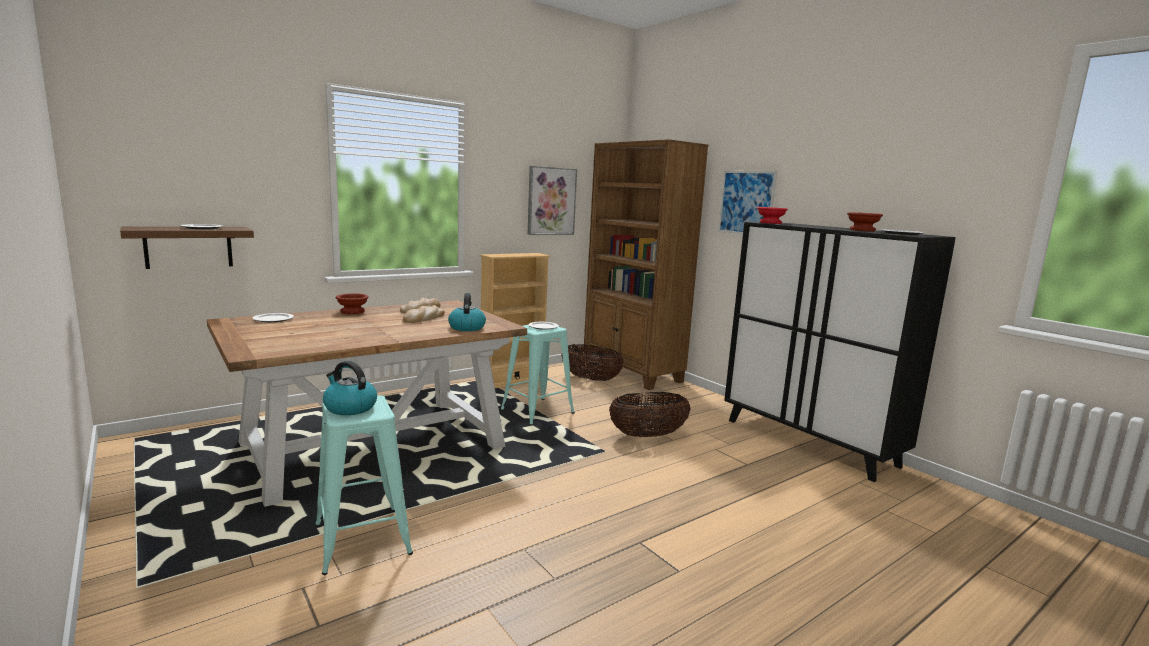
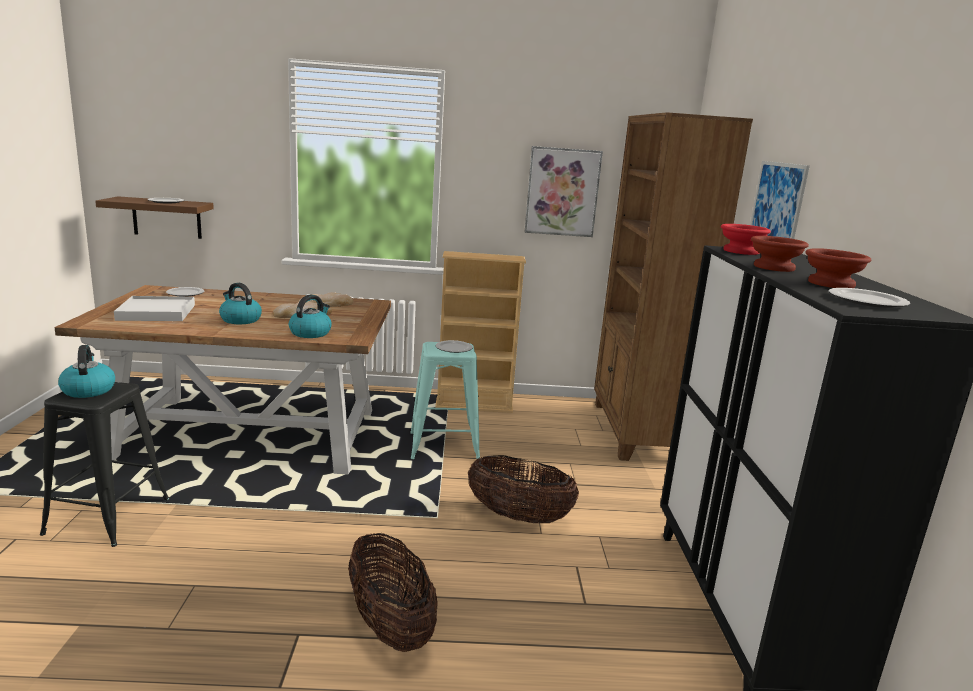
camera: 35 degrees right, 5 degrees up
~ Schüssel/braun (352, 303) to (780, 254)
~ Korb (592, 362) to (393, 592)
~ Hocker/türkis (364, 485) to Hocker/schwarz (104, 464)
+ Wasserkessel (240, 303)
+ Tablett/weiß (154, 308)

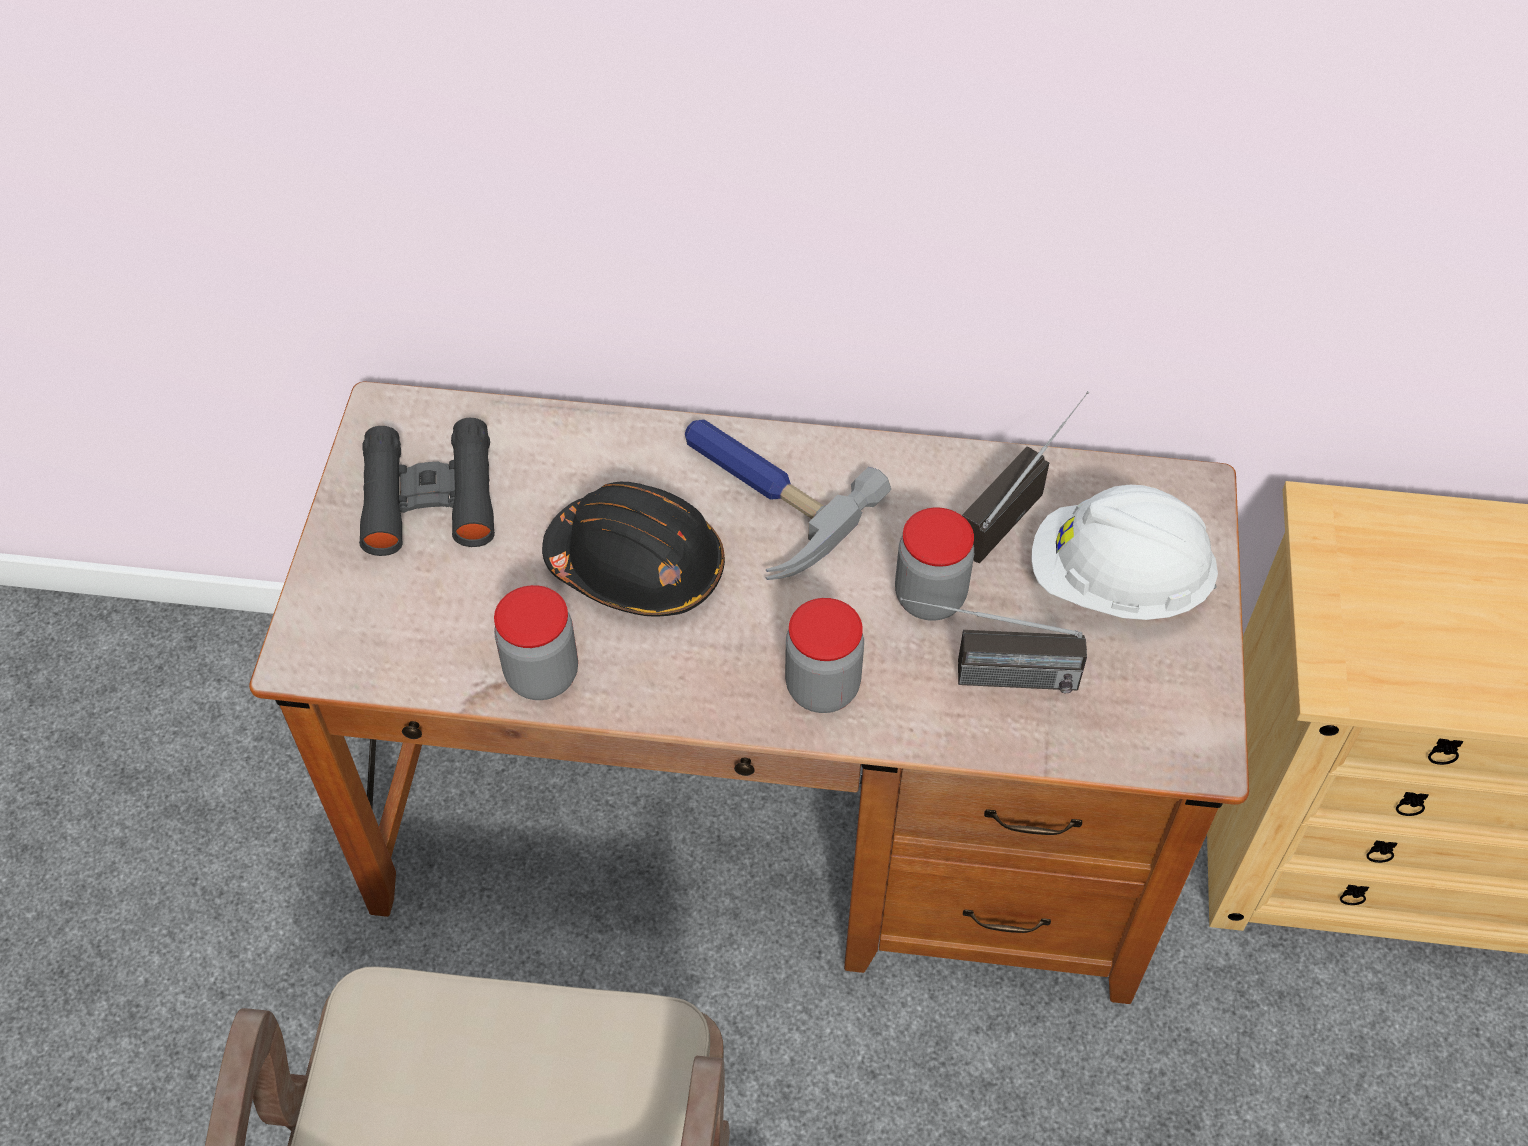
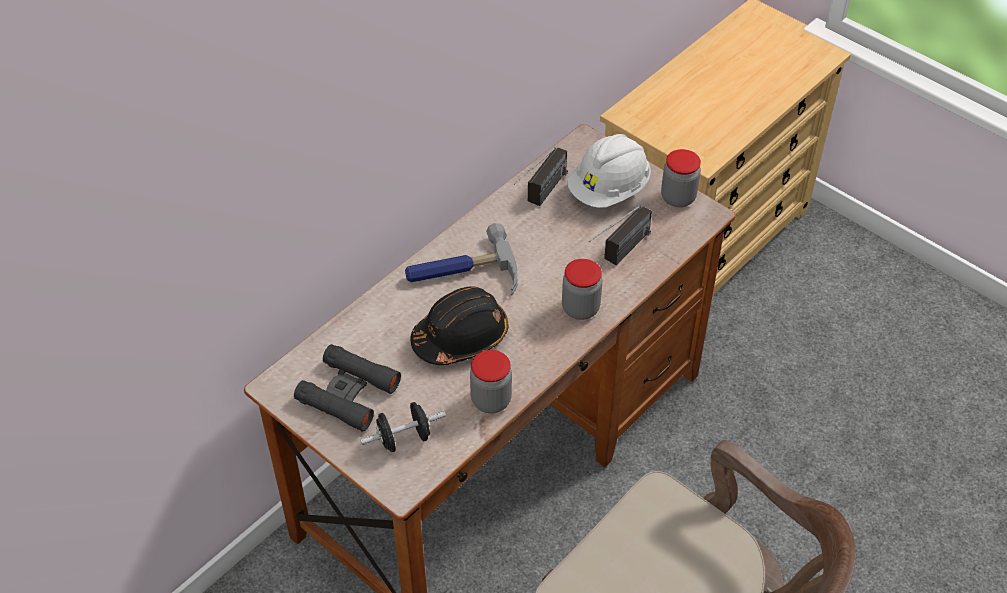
camera: 55 degrees left, 5 degrees down
~ Radio (1025, 477) = (541, 176) 135 degrees counterclockwise
~ Vorratsglas (934, 564) to (681, 178)
+ Hantel/schwarz (403, 427)

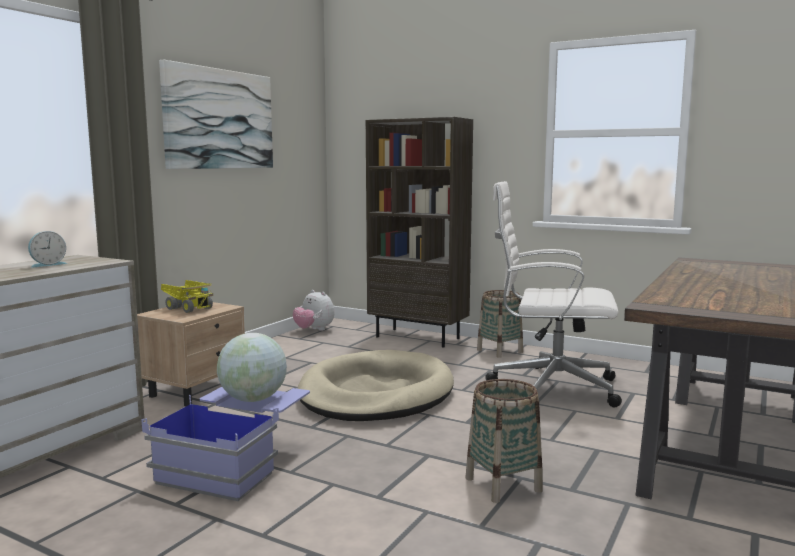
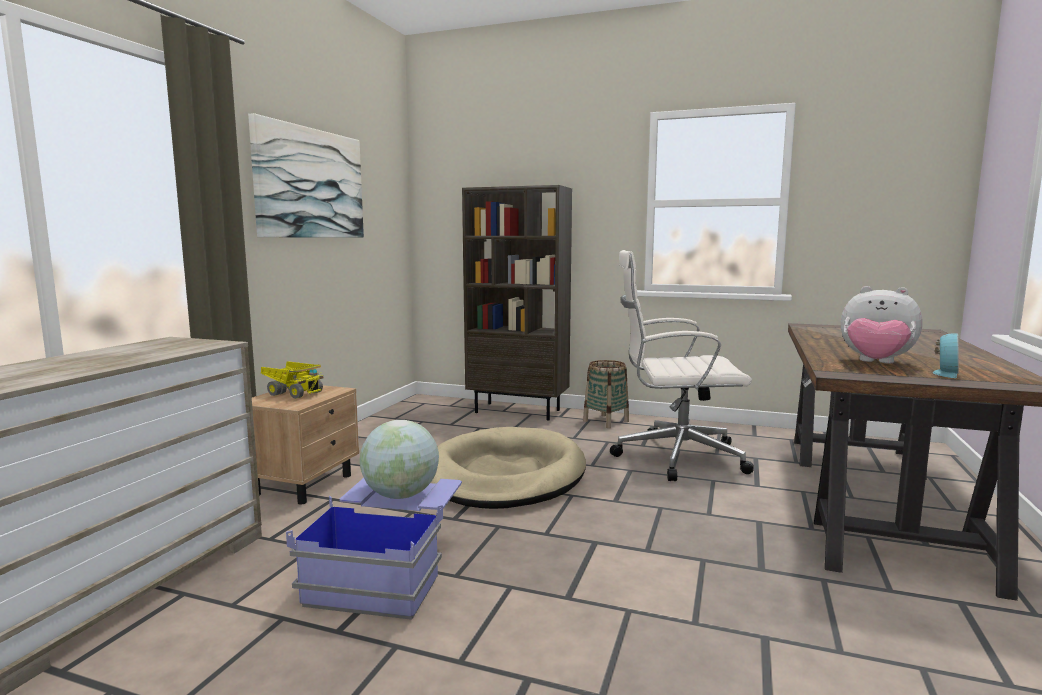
camera: 10 degrees left, 0 degrees up
~ Wecker (47, 249) to (946, 355)
~ Plüschtier (313, 310) to (882, 324)
- Korb (504, 441)

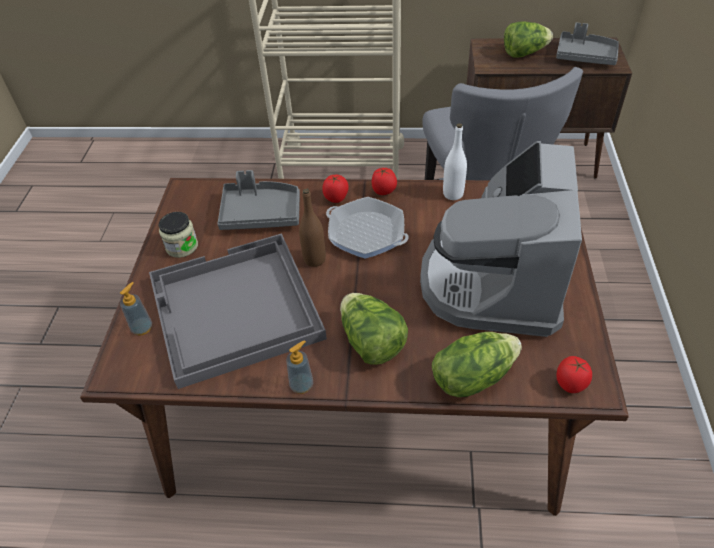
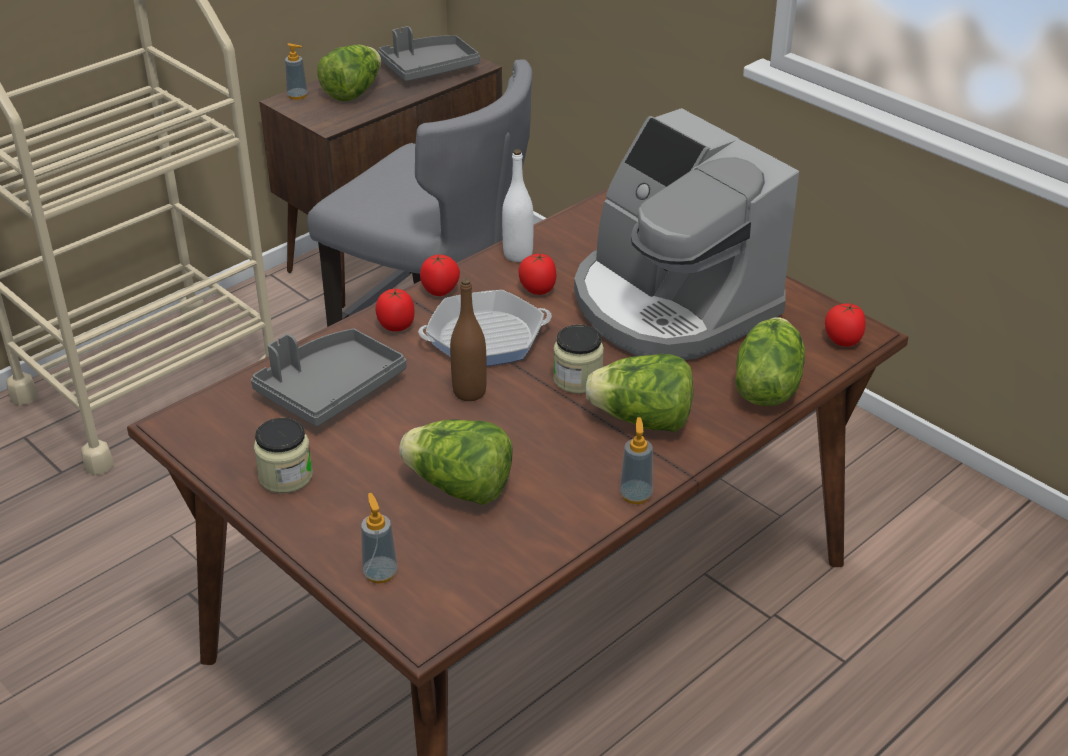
camera: 50 degrees left, 10 degrees down
~ Tablett/grau (238, 311) to Salatkopf (456, 462)
+ Seifenspender (296, 71)
+ Tomate (537, 274)
+ Vorratsglas (578, 359)

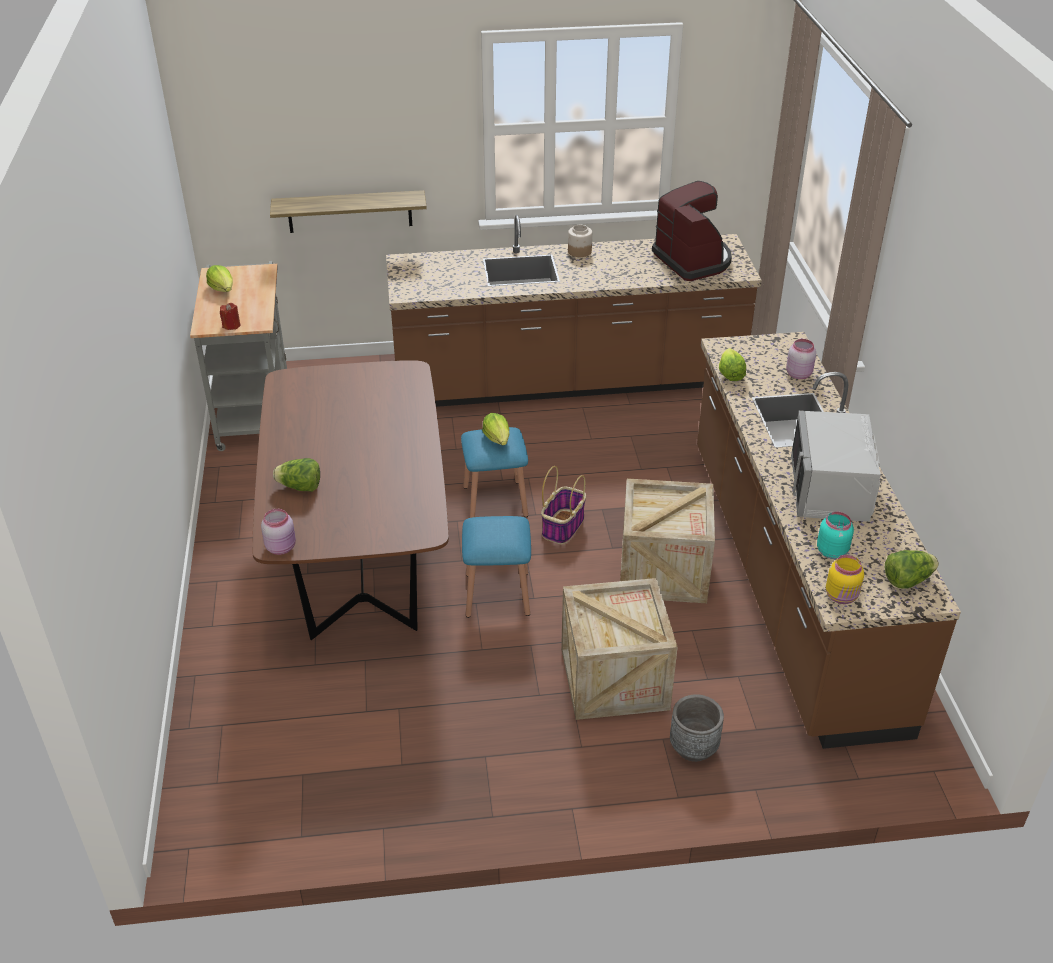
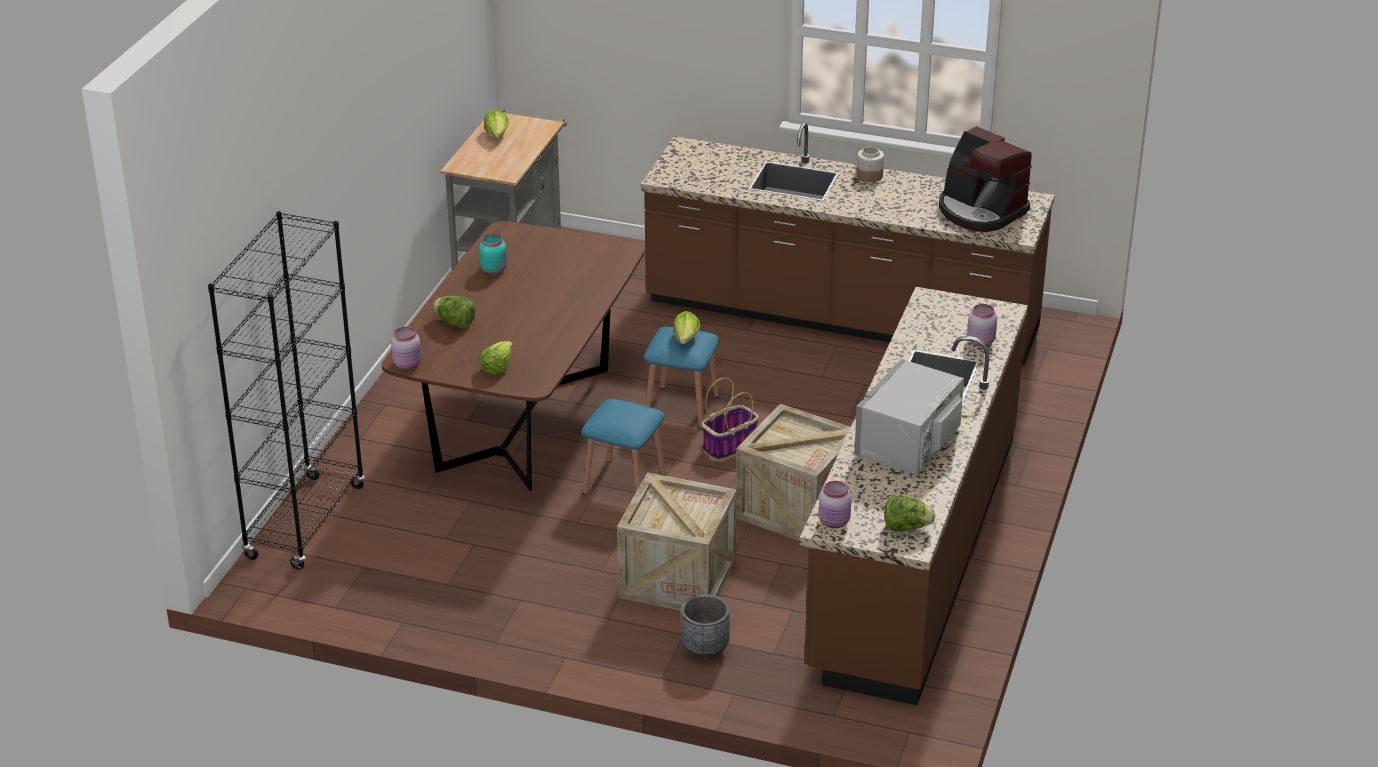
camera: 25 degrees right, 5 degrees down
~ Kaffeemaschine (692, 231) = (985, 179) 135 degrees clockwise
- Wandregal (348, 211)
- Kerze/rot (230, 316)
~ Salatkopf (732, 364) to (496, 358)
~ Vorratsglas/türkis (835, 535) to (493, 254)
~ Vorratsglas/gelb (845, 579) to Vorratsglas/rosa (835, 504)
+ Bücherregal/schwarz (286, 390)

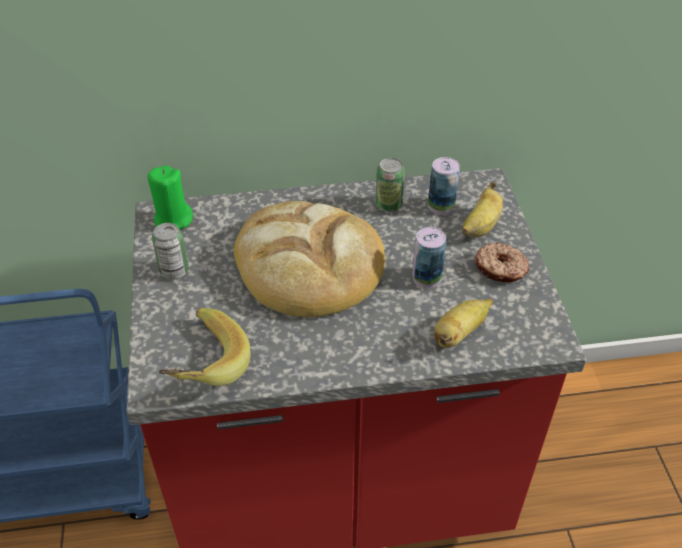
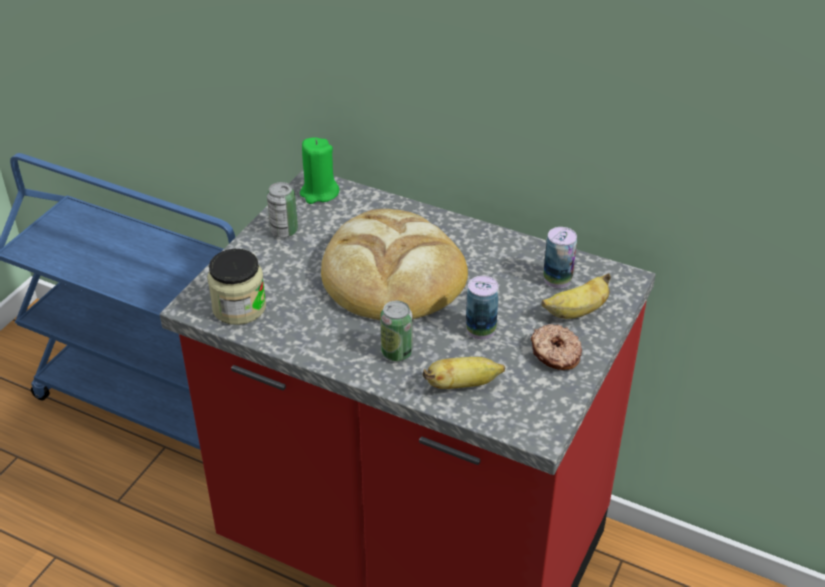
camera: 35 degrees right, 5 degrees down
~ Dose (390, 185) to (396, 330)
~ Banane (205, 347) to Vorratsglas (236, 287)

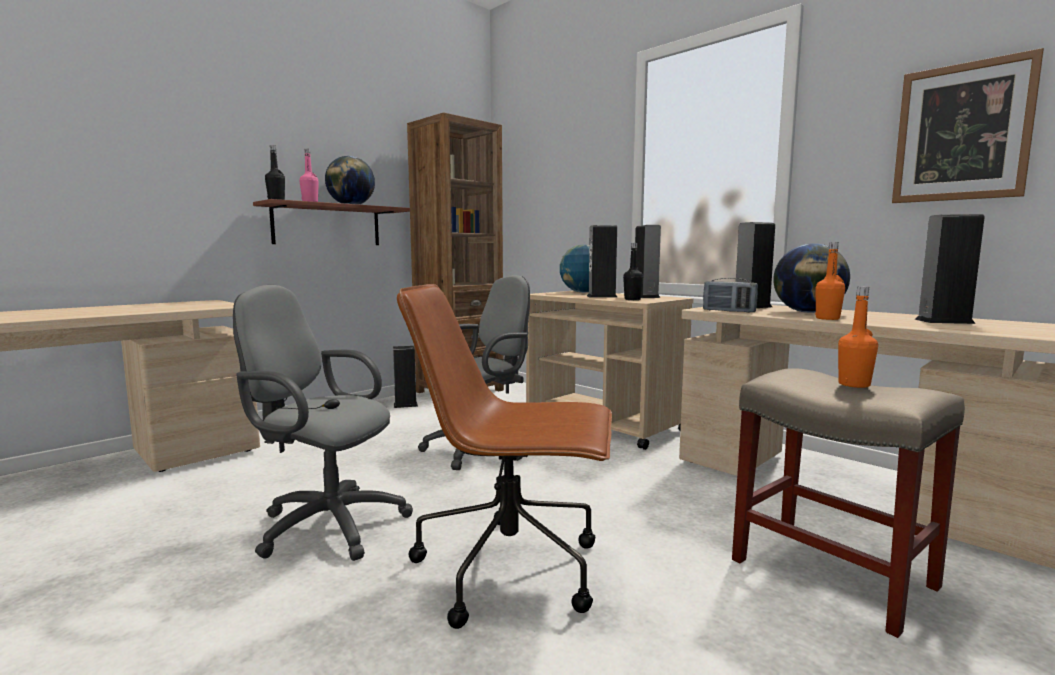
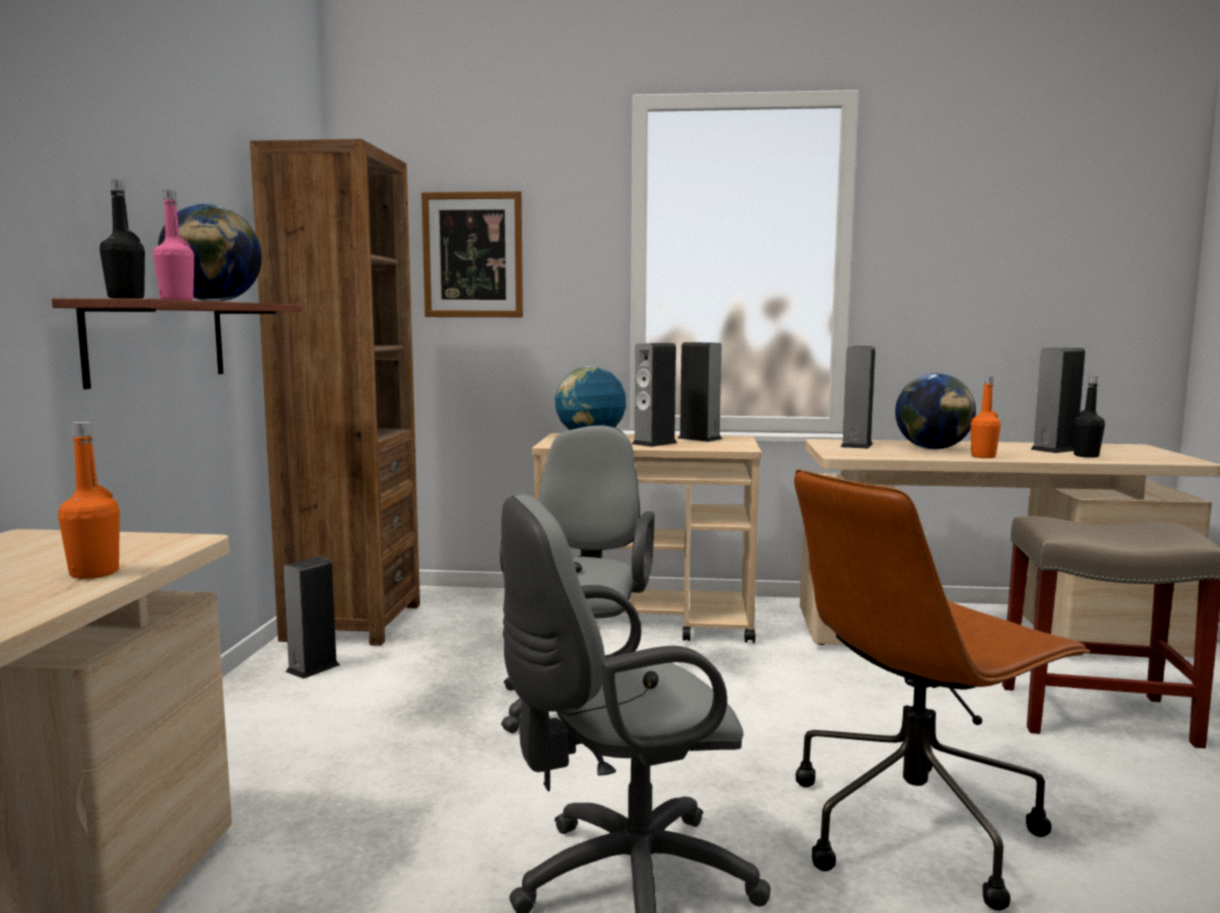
camera: 40 degrees left, 0 degrees up
~ Bild (968, 125) to (472, 254)
~ Flasche/schwarz (633, 271) to (1089, 417)
- Radio (730, 295)
~ Flasche/orange (858, 337) to (89, 500)

